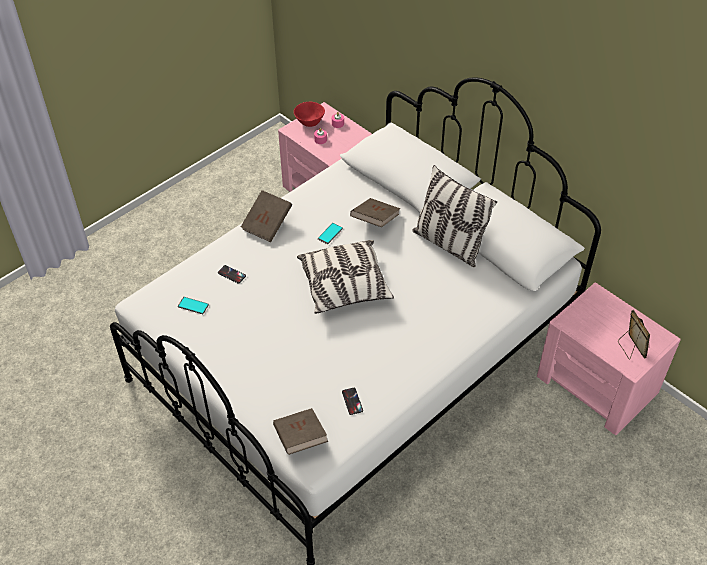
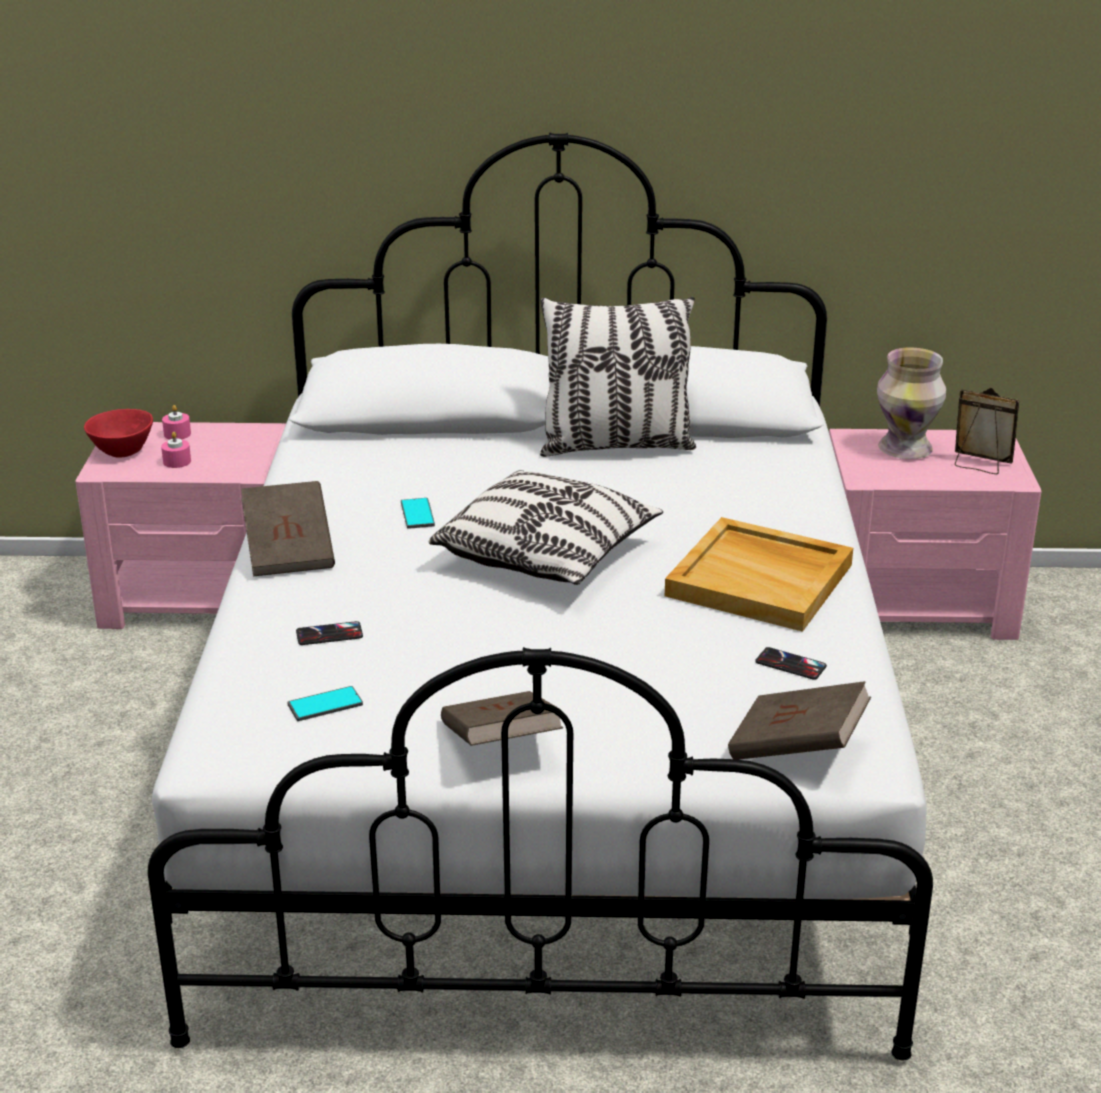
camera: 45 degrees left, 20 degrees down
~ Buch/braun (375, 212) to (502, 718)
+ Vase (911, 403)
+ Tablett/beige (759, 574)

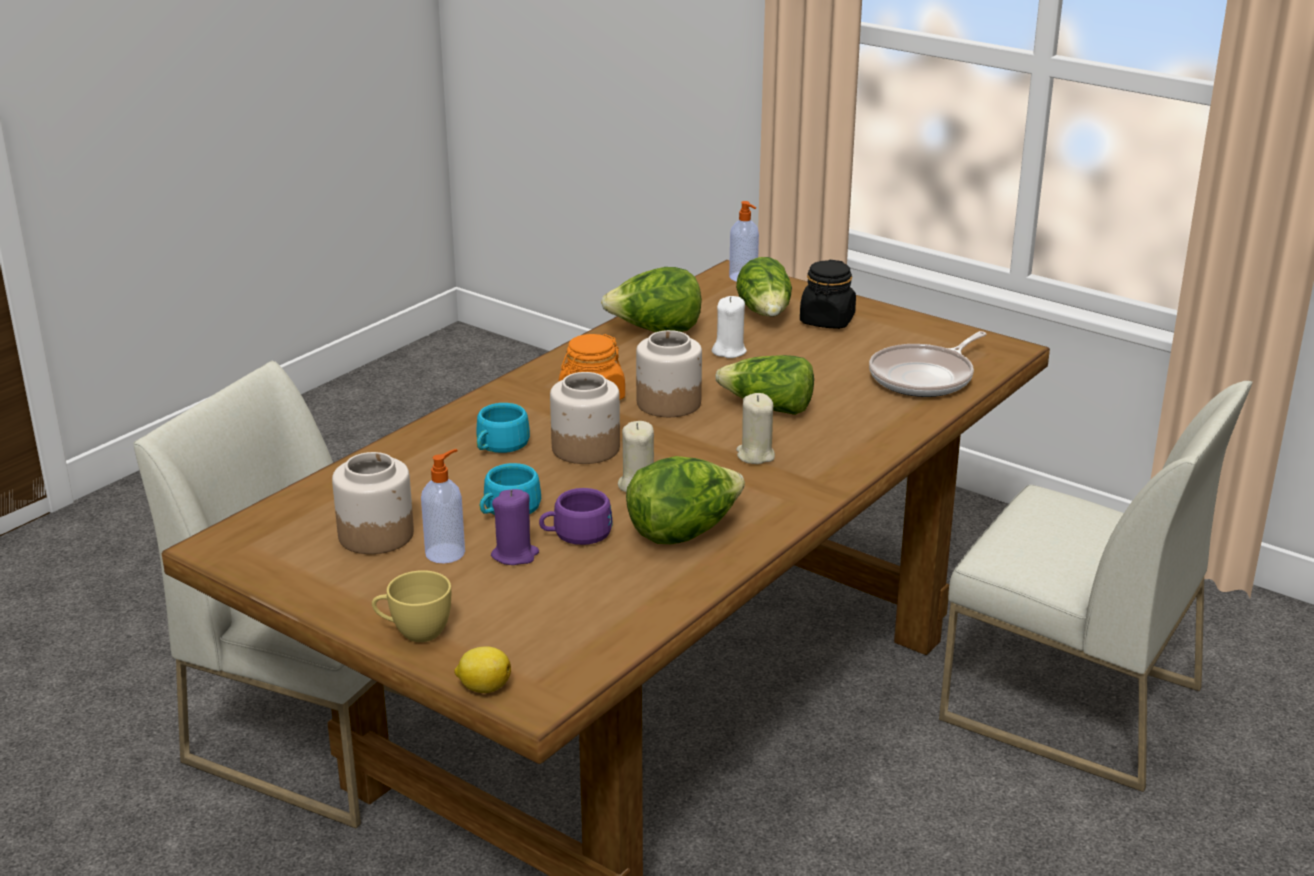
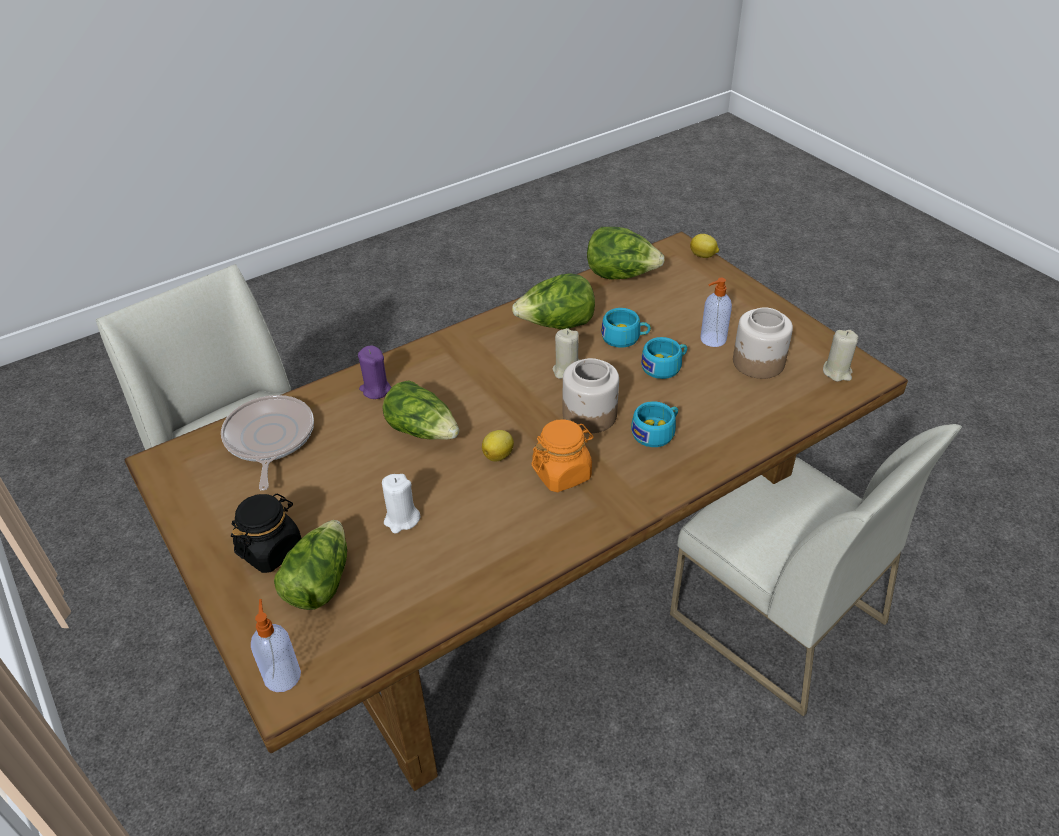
camera: 160 degrees left, 15 degrees up
~ Salatkopf (651, 299) to (626, 253)
~ Vorratsglas (669, 373) to Zitrone (498, 446)
~ Pfanne (928, 364) = (267, 443) 75 degrees counterclockwise
~ Kerze/beige (755, 428) to (841, 355)
~ Tasse/lila (576, 516) to Tasse/türkis (626, 328)
~ Kerze/lila (515, 527) to (375, 372)
- Tasse/gelb (411, 606)

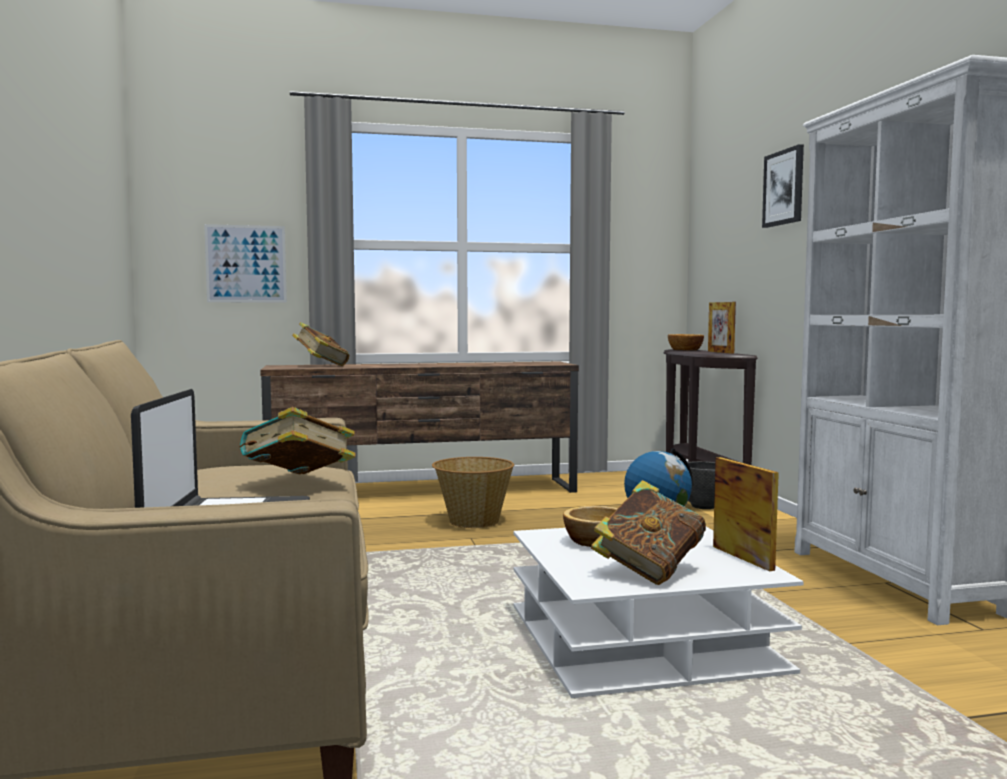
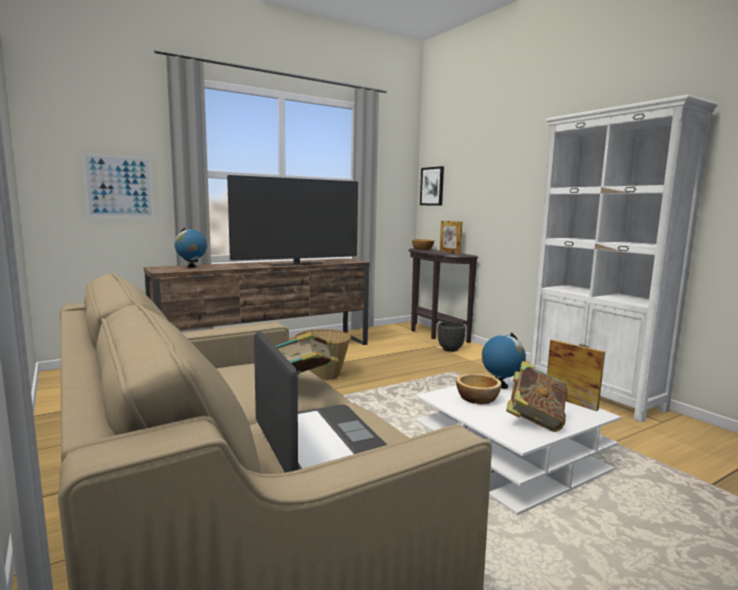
camera: 20 degrees left, 5 degrees up
~ Bild (783, 186) to (432, 186)
~ Buch (320, 344) to Globus (190, 248)
+ Fernseher (292, 220)

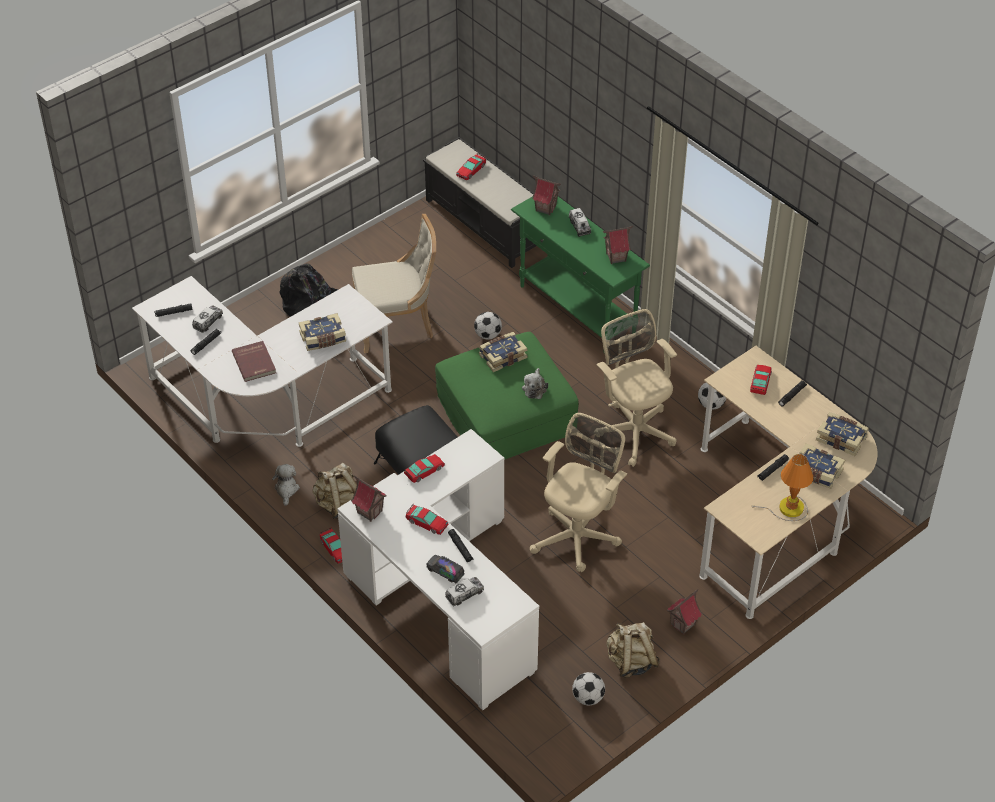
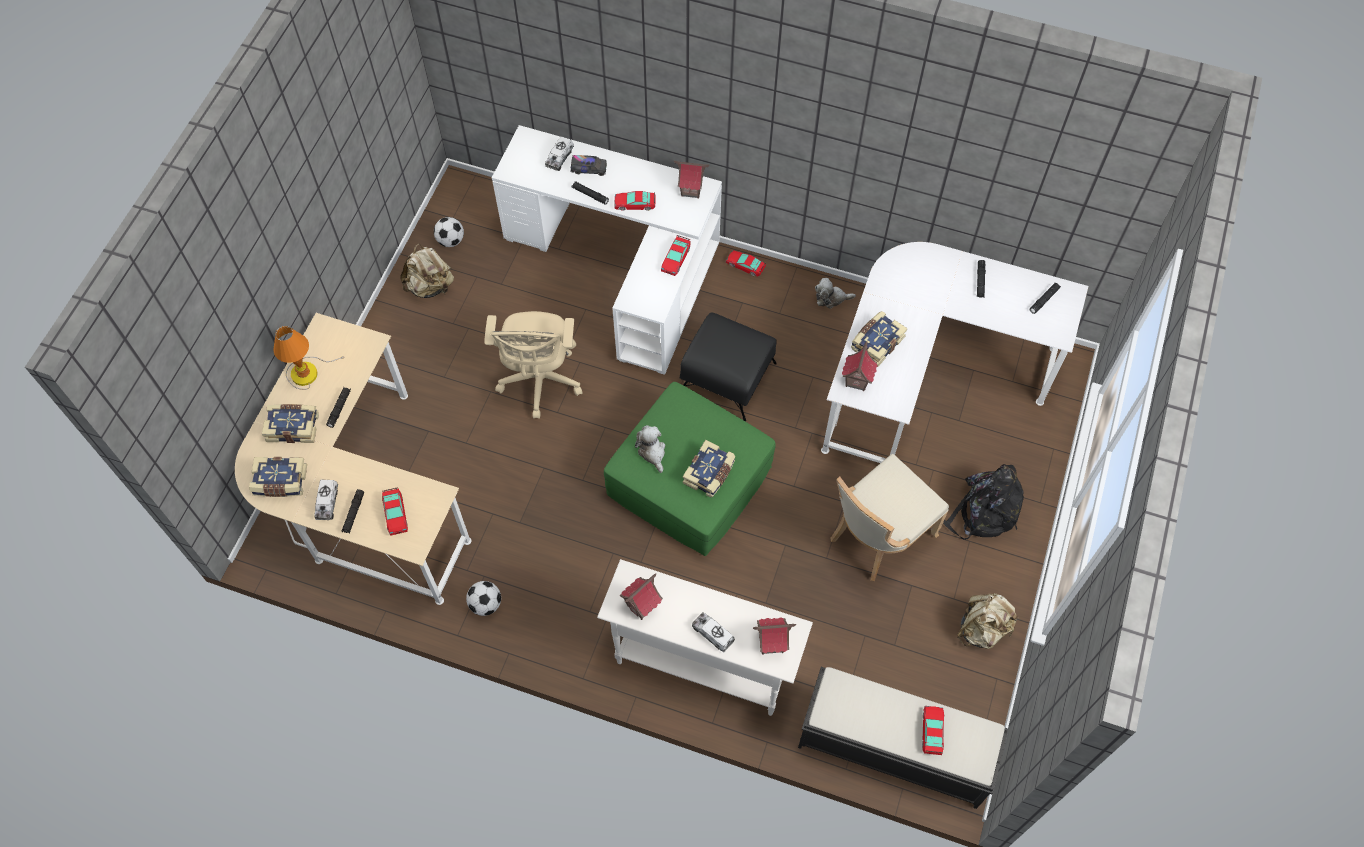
camera: 150 degrees right, 15 degrees up
~ Konsolentisch/grün (580, 267) to Konsolentisch/weiß (705, 637)
~ Spielzeuglaster (207, 319) to (326, 500)
- Bürostuhl/beige (635, 388)
- Fußball (488, 326)
- Buch/rot (254, 361)
~ Rucksack/beige (335, 491) to (988, 621)
~ Plüschtier (286, 485) = (835, 293) 120 degrees clockwise
~ Spielzeughaus (684, 612) to (859, 366)

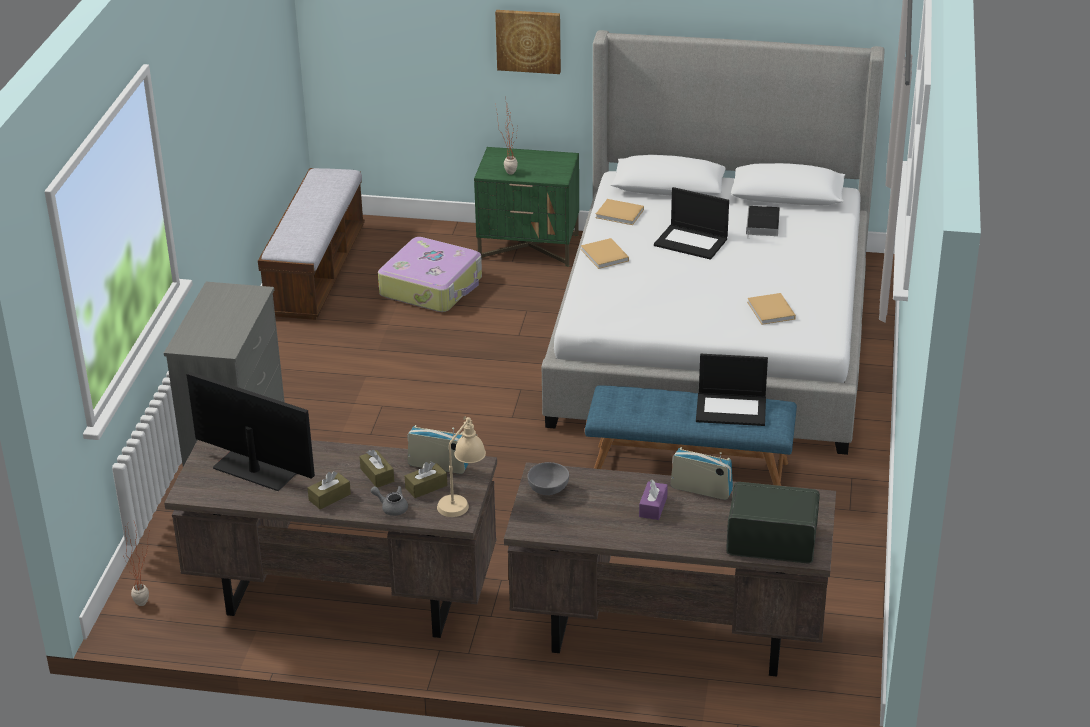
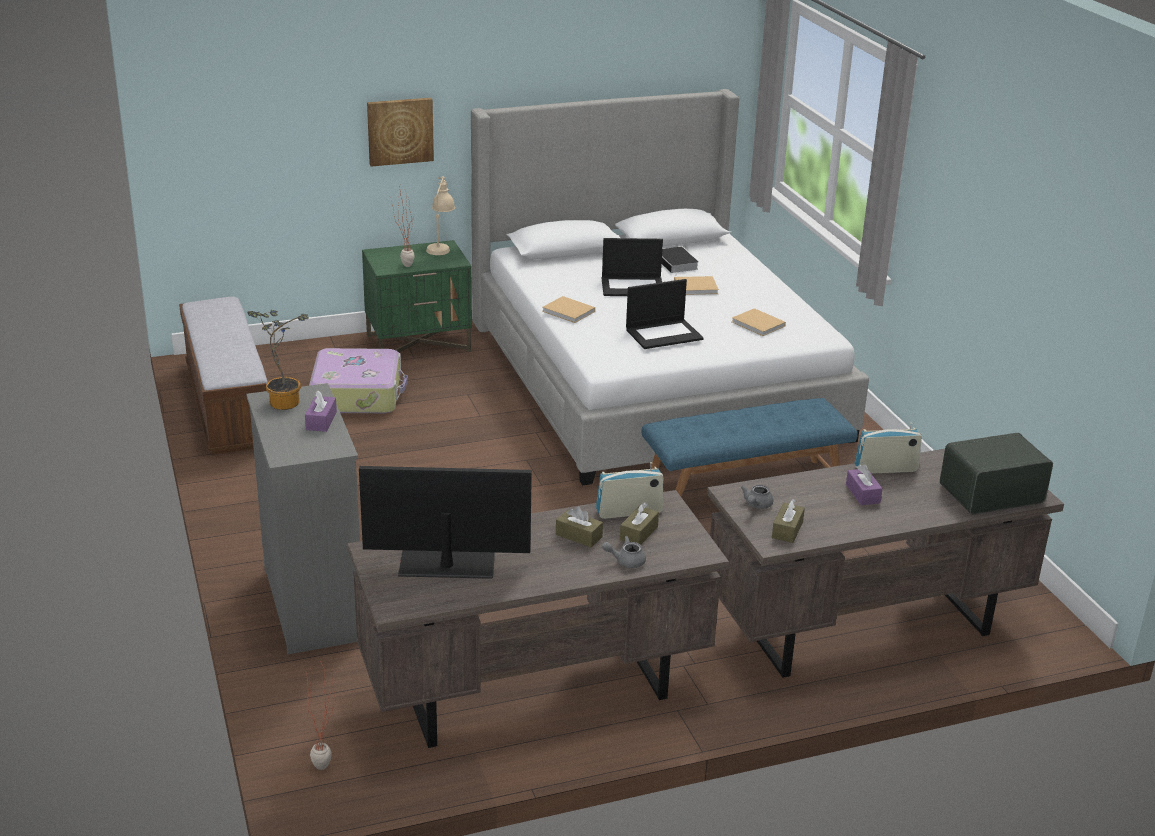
camera: 30 degrees left, 5 degrees down
~ Buch/beige (620, 212) to (696, 285)
~ Laptop (732, 390) to (665, 314)
~ Tischlampe/beige (461, 466) to (440, 215)
~ Schüssel/grau (548, 478) to Teekanne/grau (757, 497)
~ Taschentuchbox/braun (329, 490) to (788, 521)
+ Topfpflanze (277, 360)
+ Taschentuchbox/lila (321, 411)

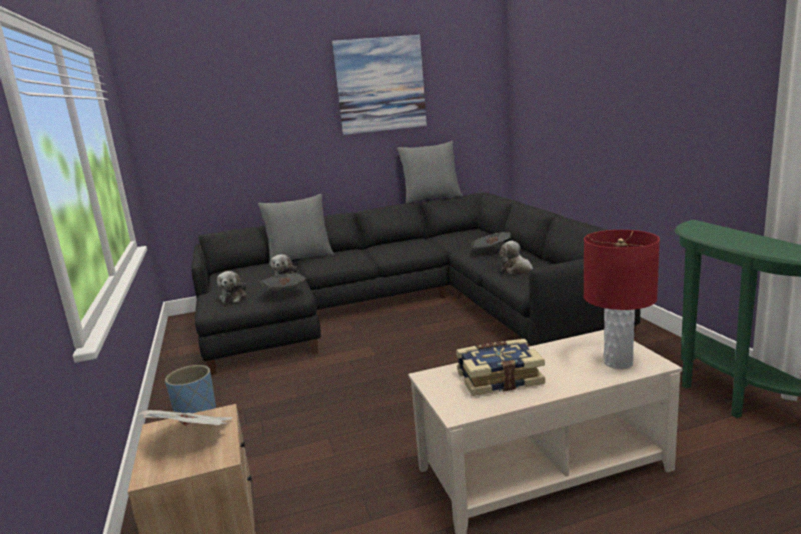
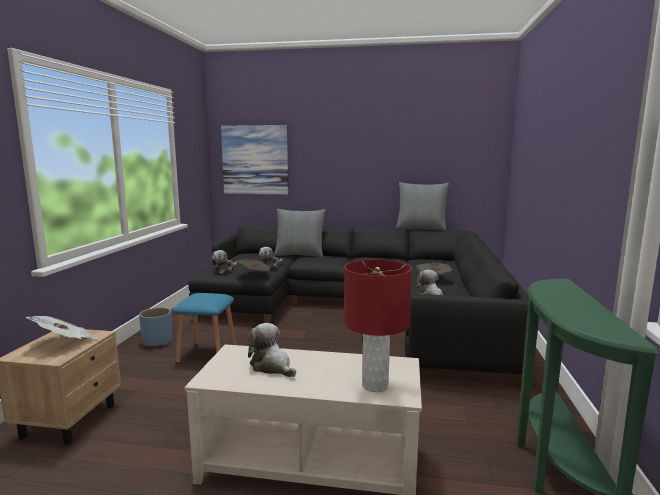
camera: 25 degrees right, 5 degrees down
~ Bild (379, 85) to (255, 160)
~ Buch (500, 367) to Plüschtier (272, 350)
+ Hocker/blau (204, 328)

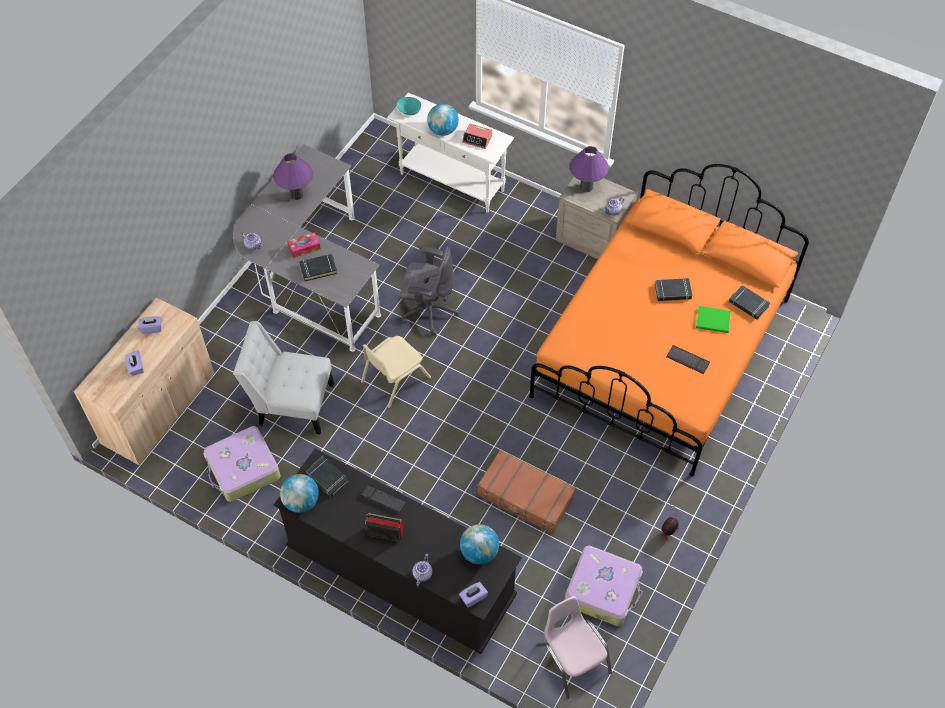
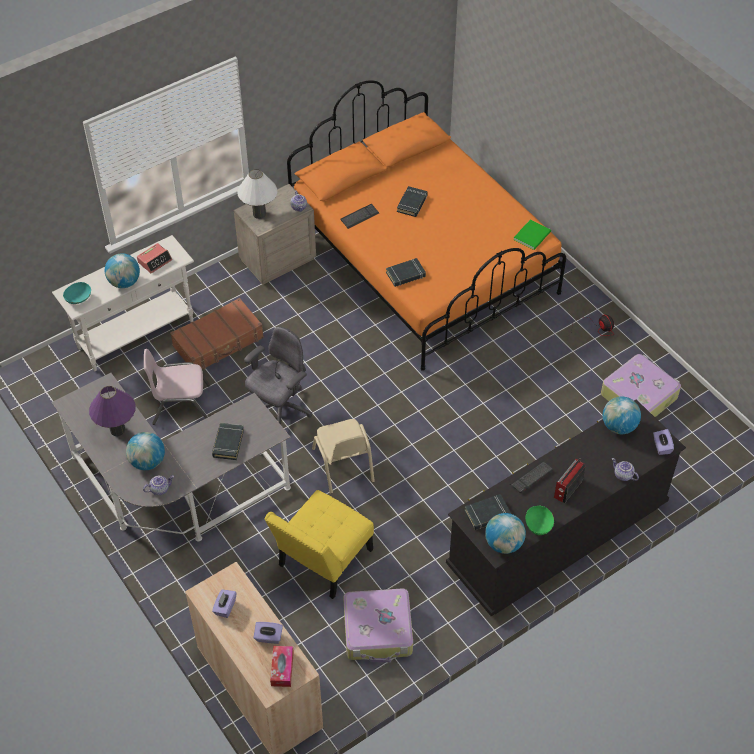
camera: 65 degrees left, 5 degrees down
~ Tischlampe/lila (589, 169) to Tischlampe/weiß (257, 194)
~ Taschentuchbox (304, 245) to (282, 666)
~ Buch/schwarz (749, 302) to (406, 272)
~ Buch/grün (713, 319) to (532, 234)
~ Stuhl/weiß (283, 377) to Stuhl/gelb (319, 544)
~ Tastatur (688, 359) to (359, 216)
~ Koffer/braun (526, 492) to (217, 334)
~ Stuhl/rosa (574, 647) to (177, 387)
+ Globus (145, 451)
+ Schüssel/grün (540, 520)

